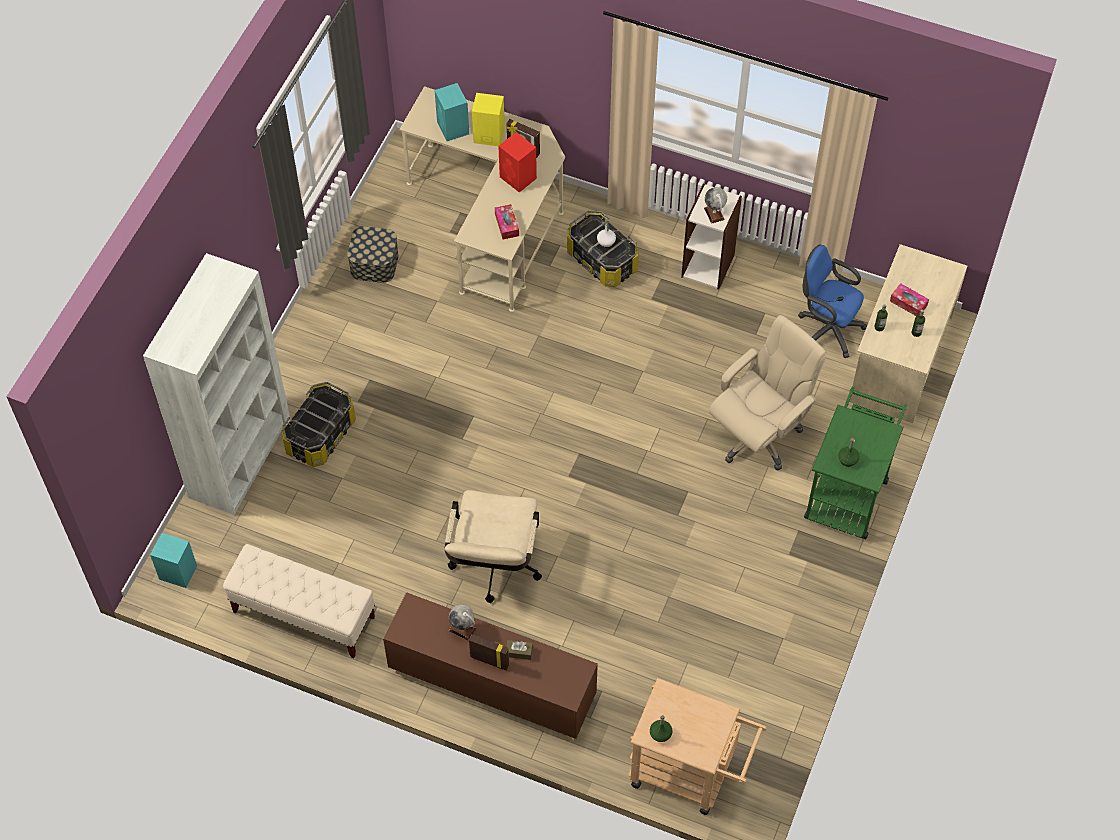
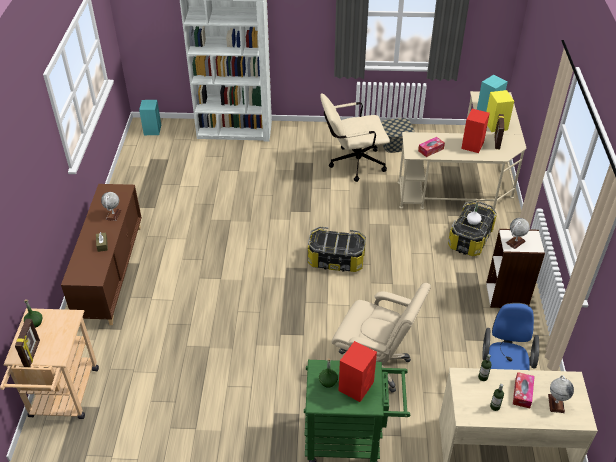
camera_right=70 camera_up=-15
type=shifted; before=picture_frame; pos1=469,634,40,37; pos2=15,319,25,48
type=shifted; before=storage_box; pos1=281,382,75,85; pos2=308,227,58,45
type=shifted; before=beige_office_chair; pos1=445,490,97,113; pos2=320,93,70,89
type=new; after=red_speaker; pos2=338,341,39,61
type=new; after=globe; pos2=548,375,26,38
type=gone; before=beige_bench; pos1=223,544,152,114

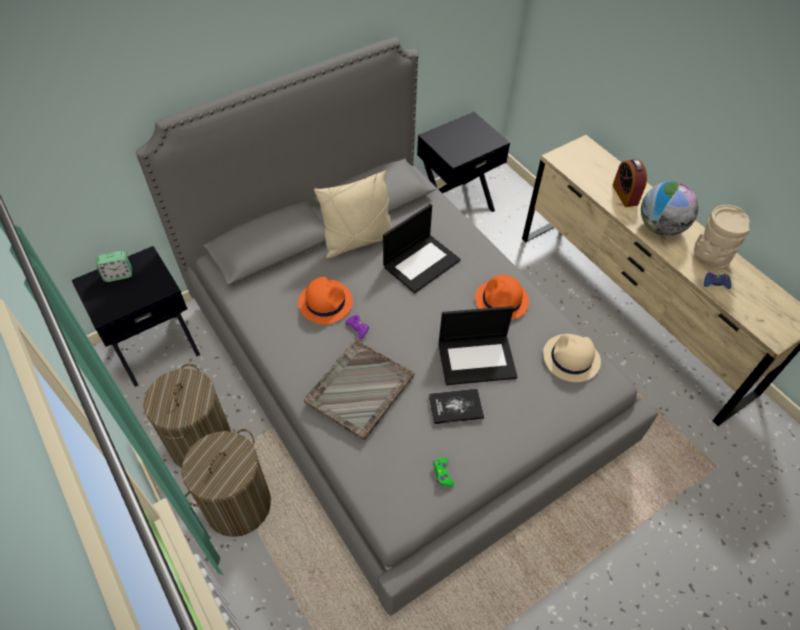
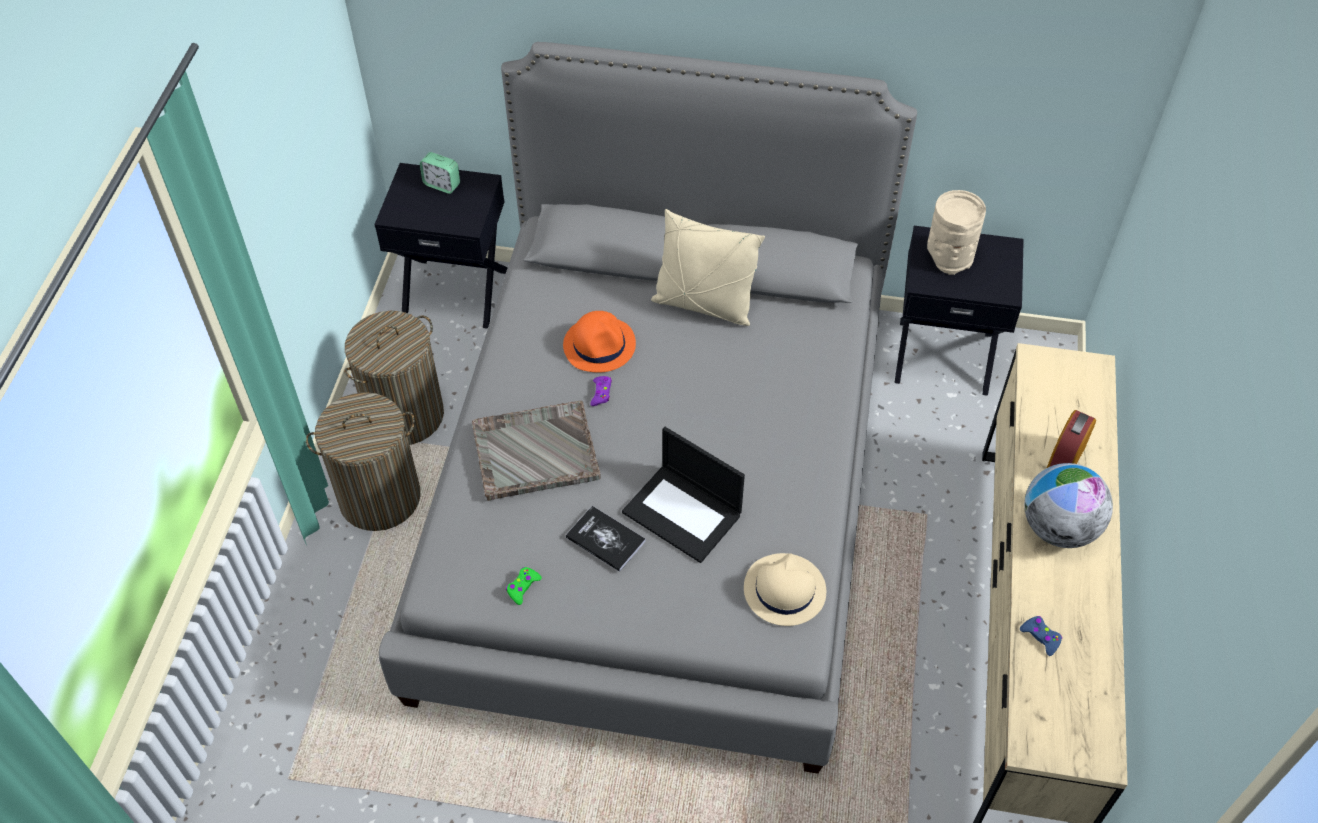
camera_right=45 camera_up=0
type=shifted; before=beige_vase; pos1=694,205,56,64; pos2=927,190,59,85
type=gone; before=laptop; pos1=383,204,78,89
type=gone; before=orange_hat; pos1=475,275,54,45

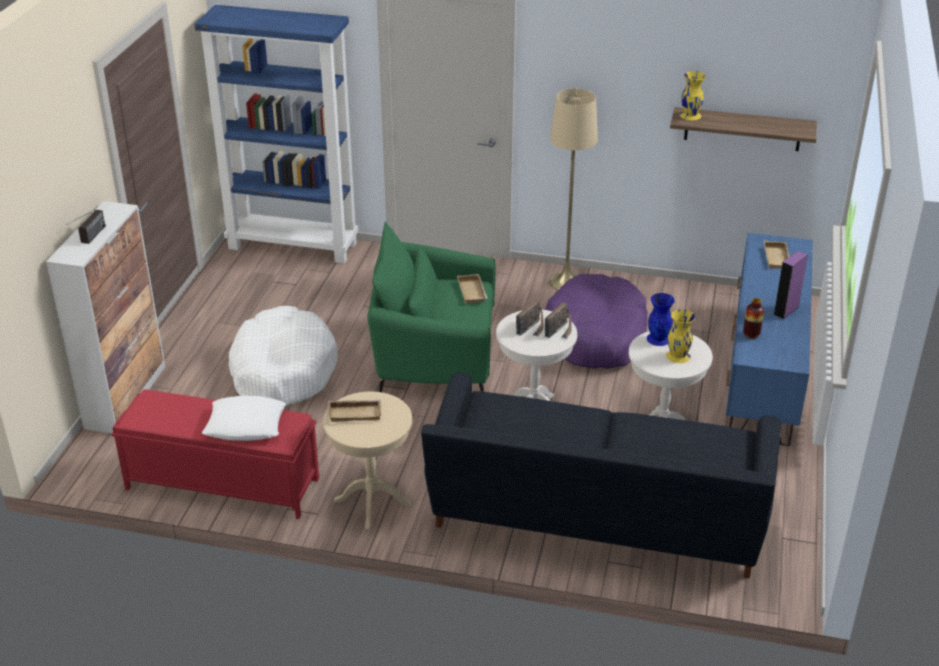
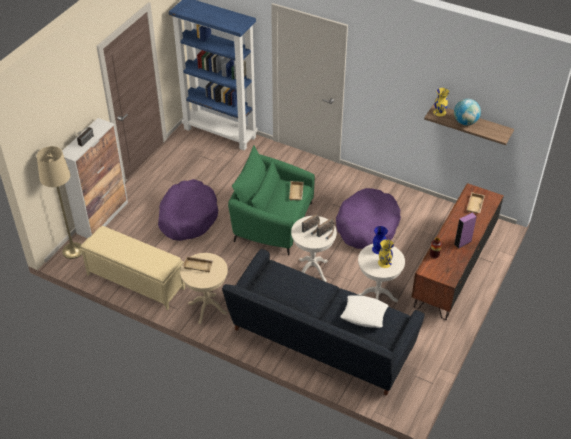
camera_right=15 camera_up=10
type=shifted; before=beige_floor_lamp; pos1=549,88,49,202; pos2=37,146,45,113
type=repainted; before=red_bench; after=beige_bench; pos1=111,390,208,129; pos2=80,226,106,84
type=repainted; before=white_dog_bed; after=purple_dog_bed; pos1=228,306,110,100; pos2=158,179,60,62
type=shifted; before=white_pillow; pos1=202,396,84,45; pos2=340,295,48,33
type=repainted; before=blue_tv_stand; after=brown_tv_stand; pos1=726,233,87,213; pos2=412,183,92,137
type=new; after=globe; pos2=454,99,27,26

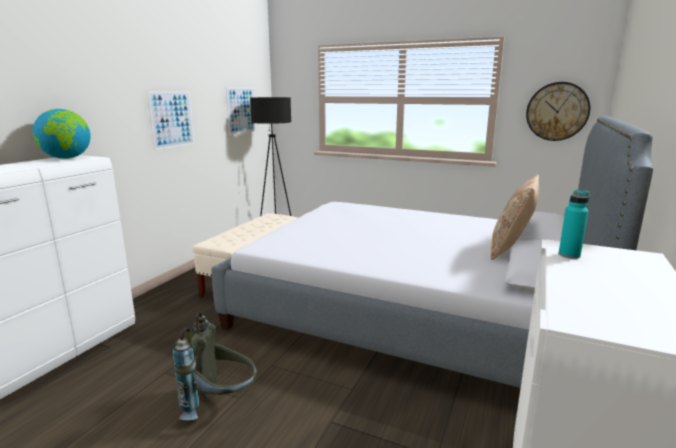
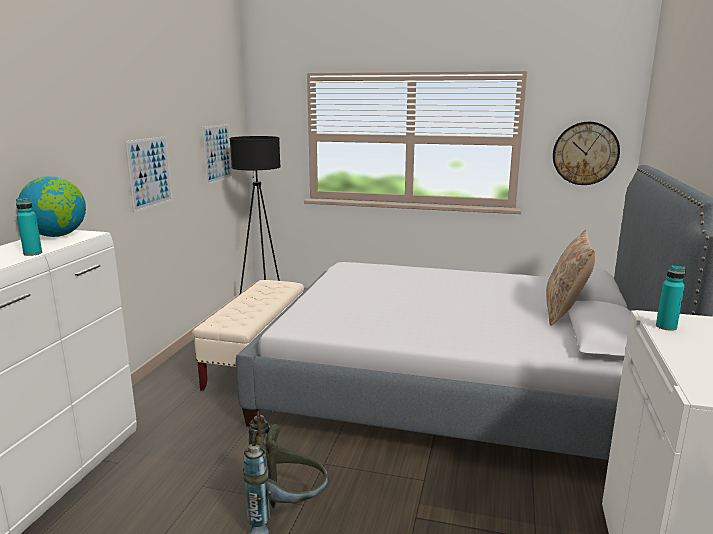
camera_right=-10 camera_up=0
type=new; after=turquoise_bottle; pos2=16,198,26,58

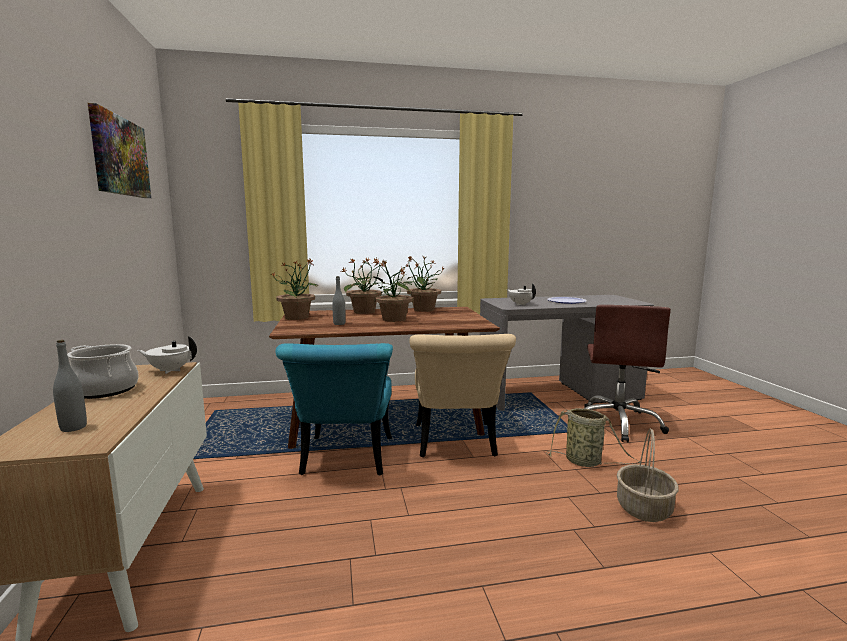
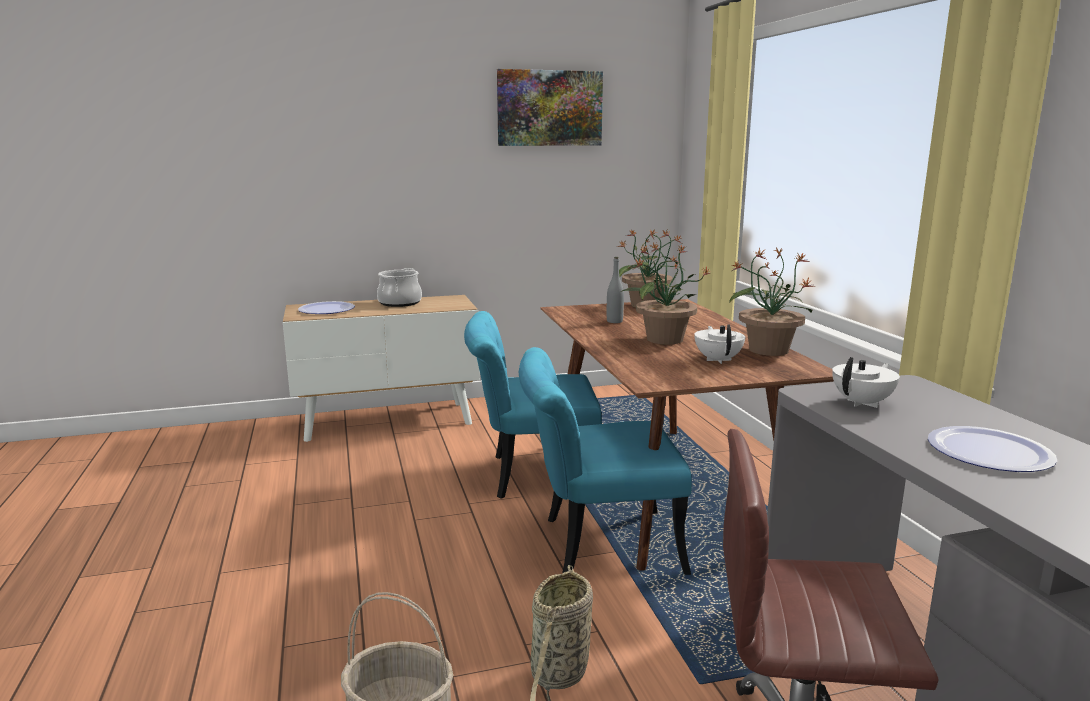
camera_right=85 camera_up=5
type=swapped; before=grey_bottle; after=plate; pos1=53,340,34,92; pos2=298,301,57,13
type=repainted; before=beige_chair; after=turquoise_chair; pos1=410,334,106,123; pos2=519,347,173,228
type=shifted; before=white_teapot; pos1=137,336,60,38; pos2=694,324,51,40
type=gone; before=potted_plant; pos1=340,257,50,57

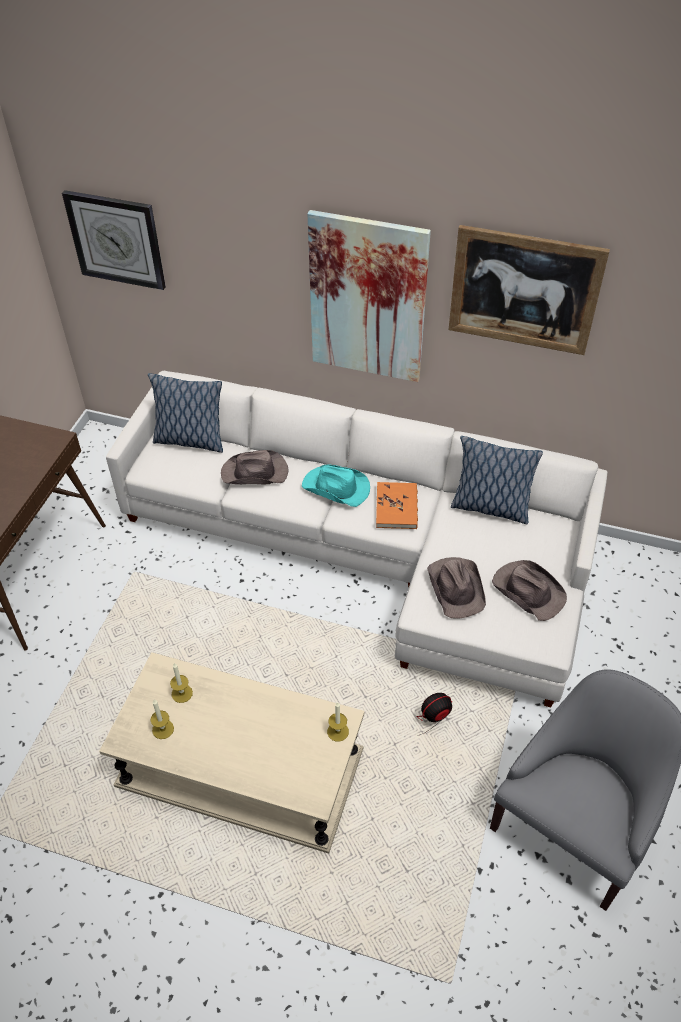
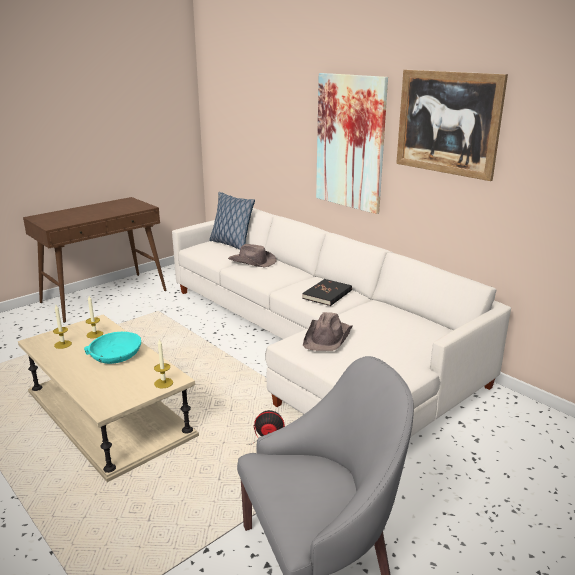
camera_right=30 camera_up=-25
type=new; after=turquoise_bowl; pos2=84,332,57,32
type=repainted; before=orange_book; after=black_book; pos1=376,482,42,47; pos2=302,279,50,27
type=gone; before=wall_clock; pos1=62,190,104,100
type=gone; before=turquoise_hat; pos1=302,465,68,42
type=gone; before=pillow; pos1=451,436,92,88
type=gone; before=brown_hat; pos1=492,560,75,61

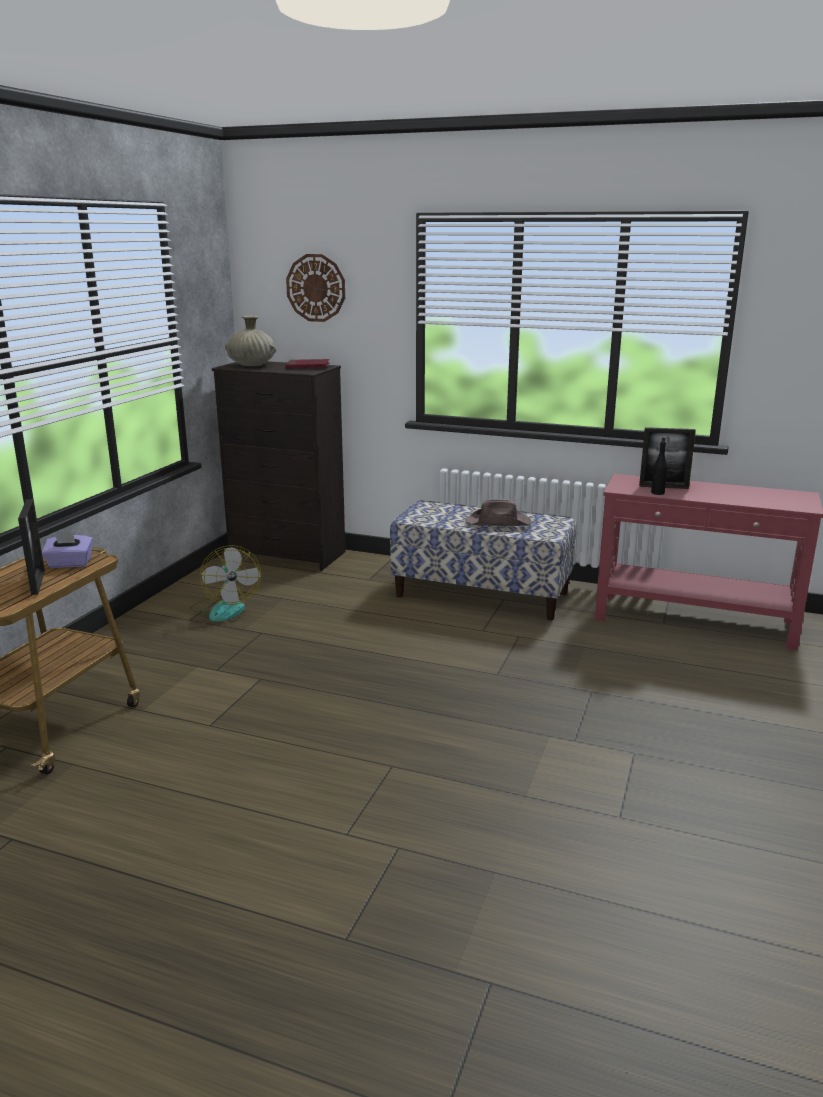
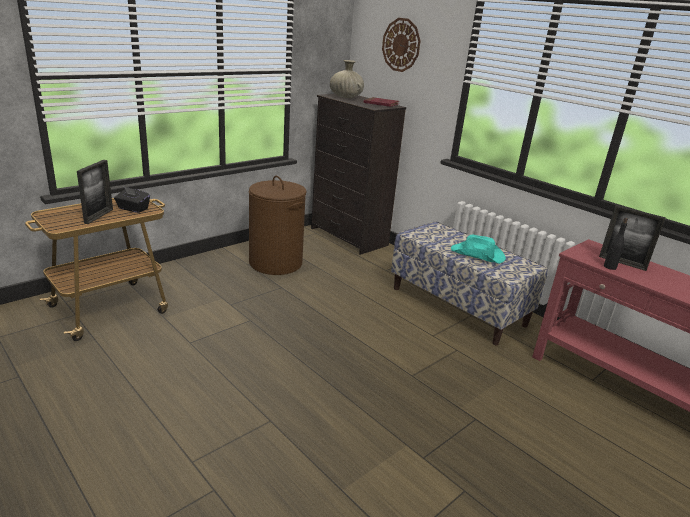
camera_right=25 camera_up=5
type=repainted; before=purple_tissue_box; after=black_tissue_box; pos1=42,533,51,35; pos2=114,187,36,26
type=swapped; before=fan; after=brown_laundry_basket; pos1=190,545,71,77; pos2=249,176,57,99
type=repainted; before=brown_hat; after=turquoise_hat; pos1=465,499,66,27; pos2=451,235,55,29

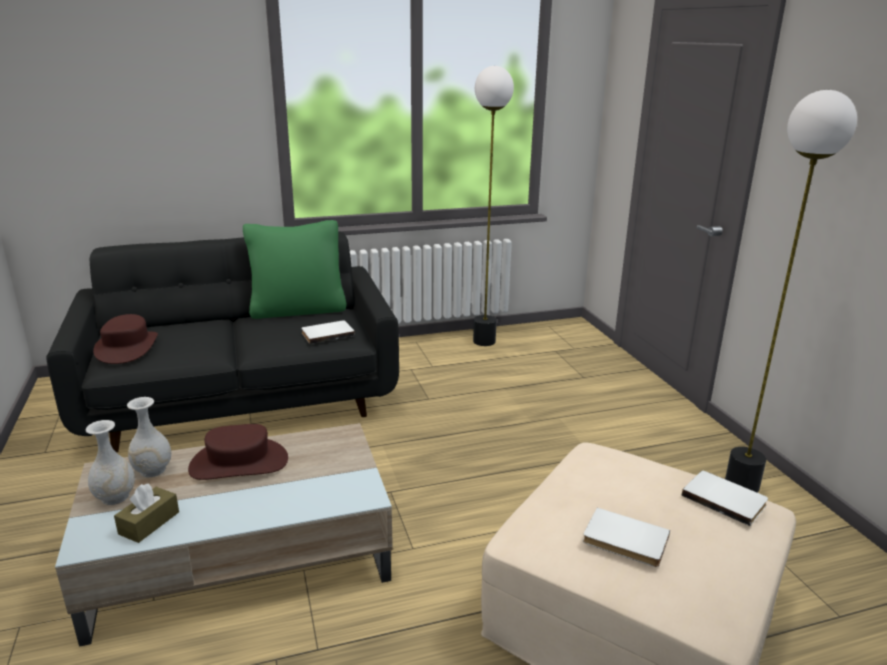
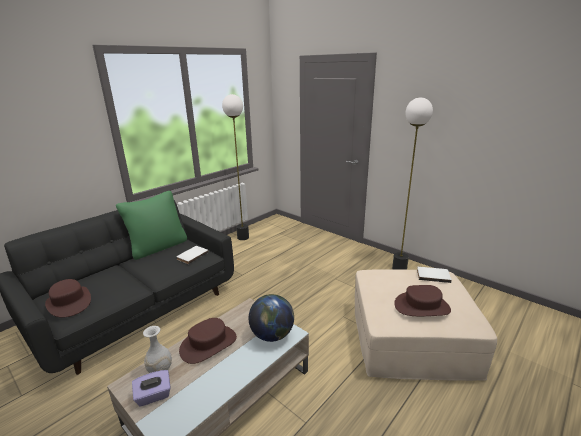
camera_right=-30 camera_up=0
type=swapped; before=white_vase; after=purple_tissue_box; pos1=85,420,50,85; pos2=132,370,39,37
type=new; after=globe; pos2=249,294,45,48
type=swapped; before=white_book; after=brown_hat; pos1=583,508,87,59; pos2=394,285,57,31
type=gone; before=brown_tissue_box; pos1=114,484,65,59

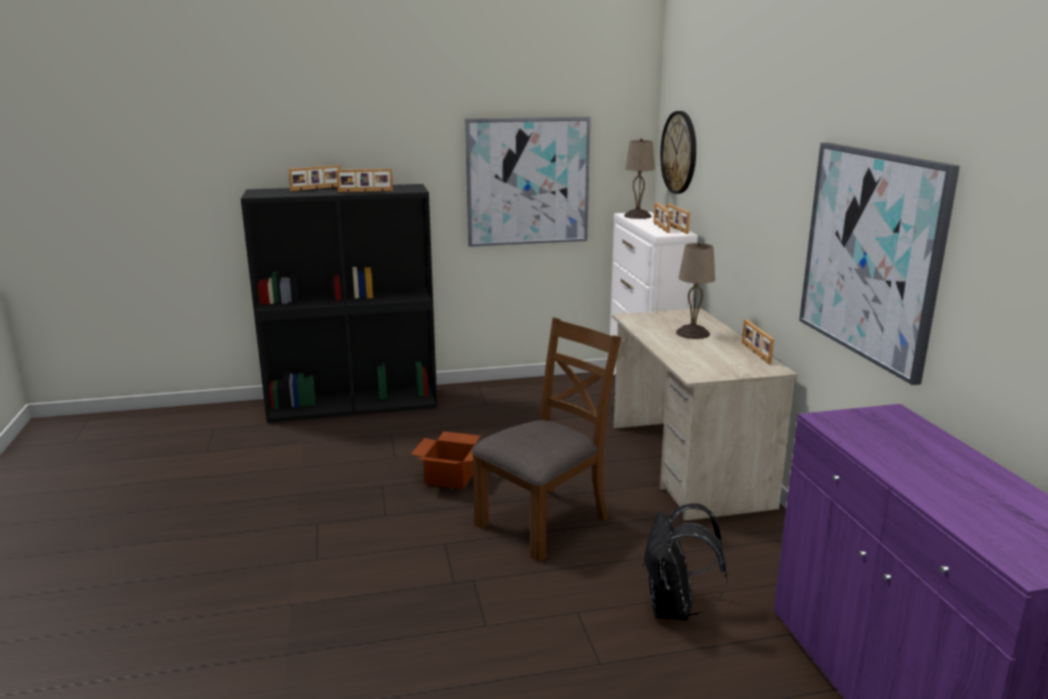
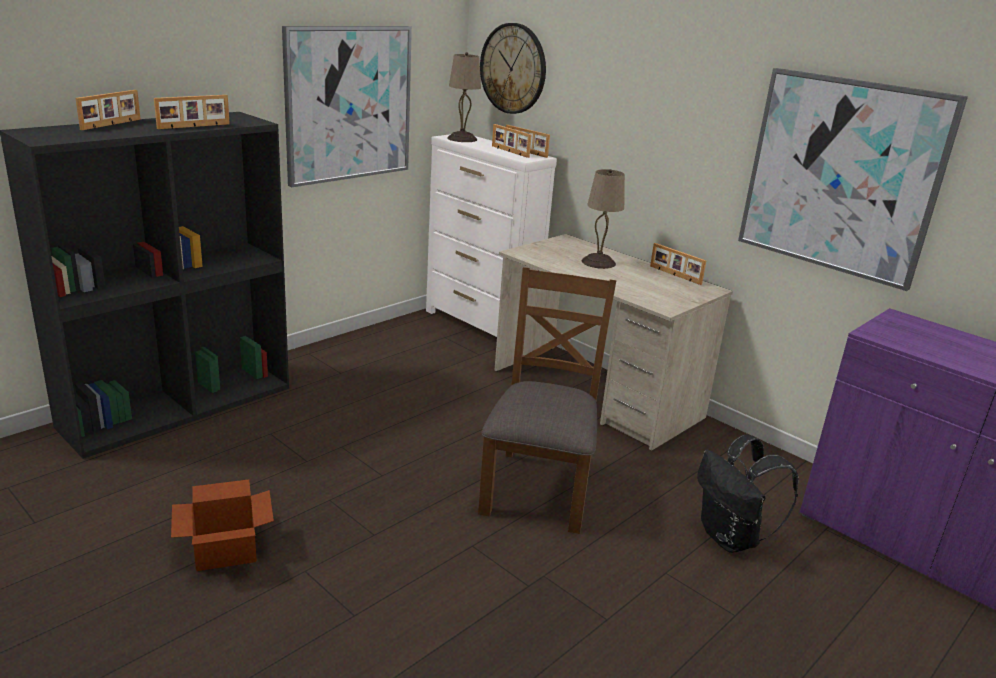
camera_right=-35 camera_up=5
type=shifted; before=cardboard_box; pos1=411,431,69,58; pos2=171,479,103,92

